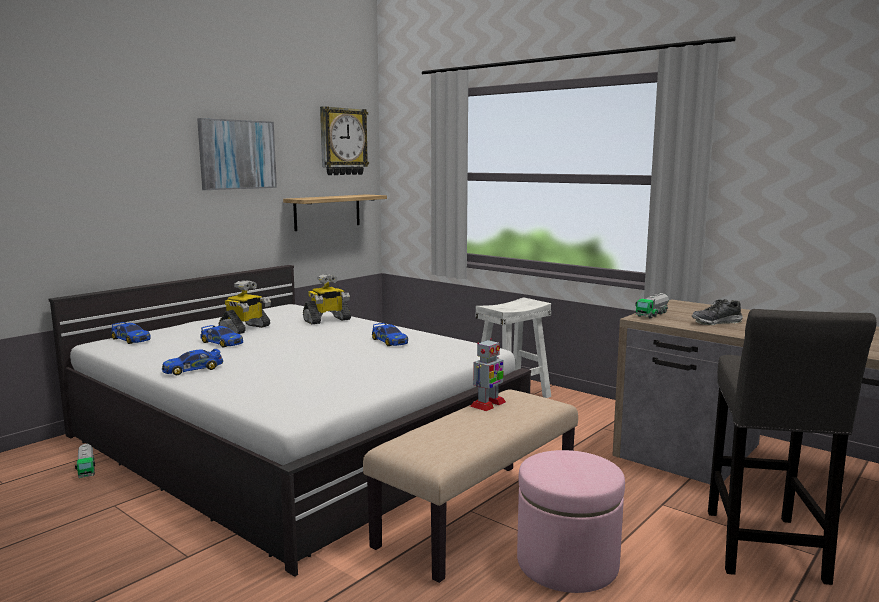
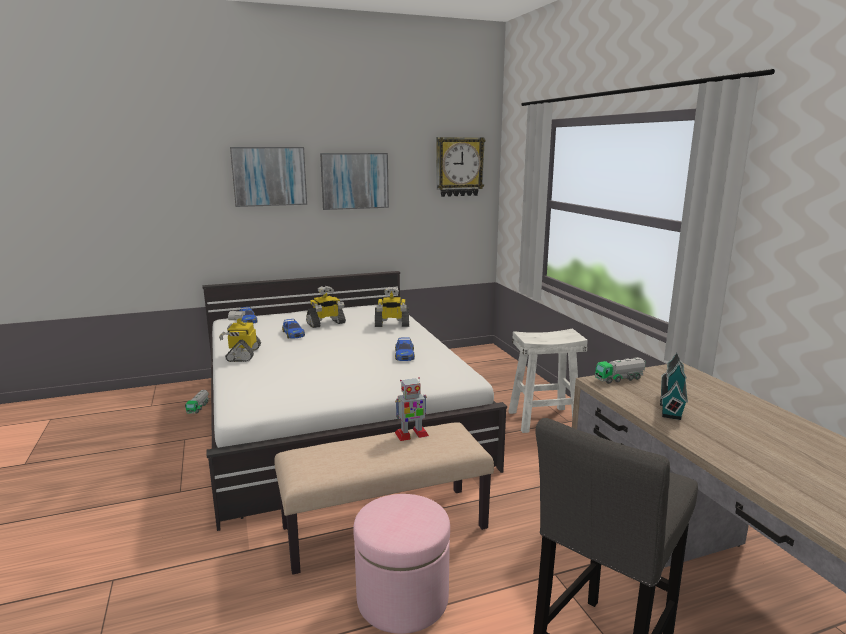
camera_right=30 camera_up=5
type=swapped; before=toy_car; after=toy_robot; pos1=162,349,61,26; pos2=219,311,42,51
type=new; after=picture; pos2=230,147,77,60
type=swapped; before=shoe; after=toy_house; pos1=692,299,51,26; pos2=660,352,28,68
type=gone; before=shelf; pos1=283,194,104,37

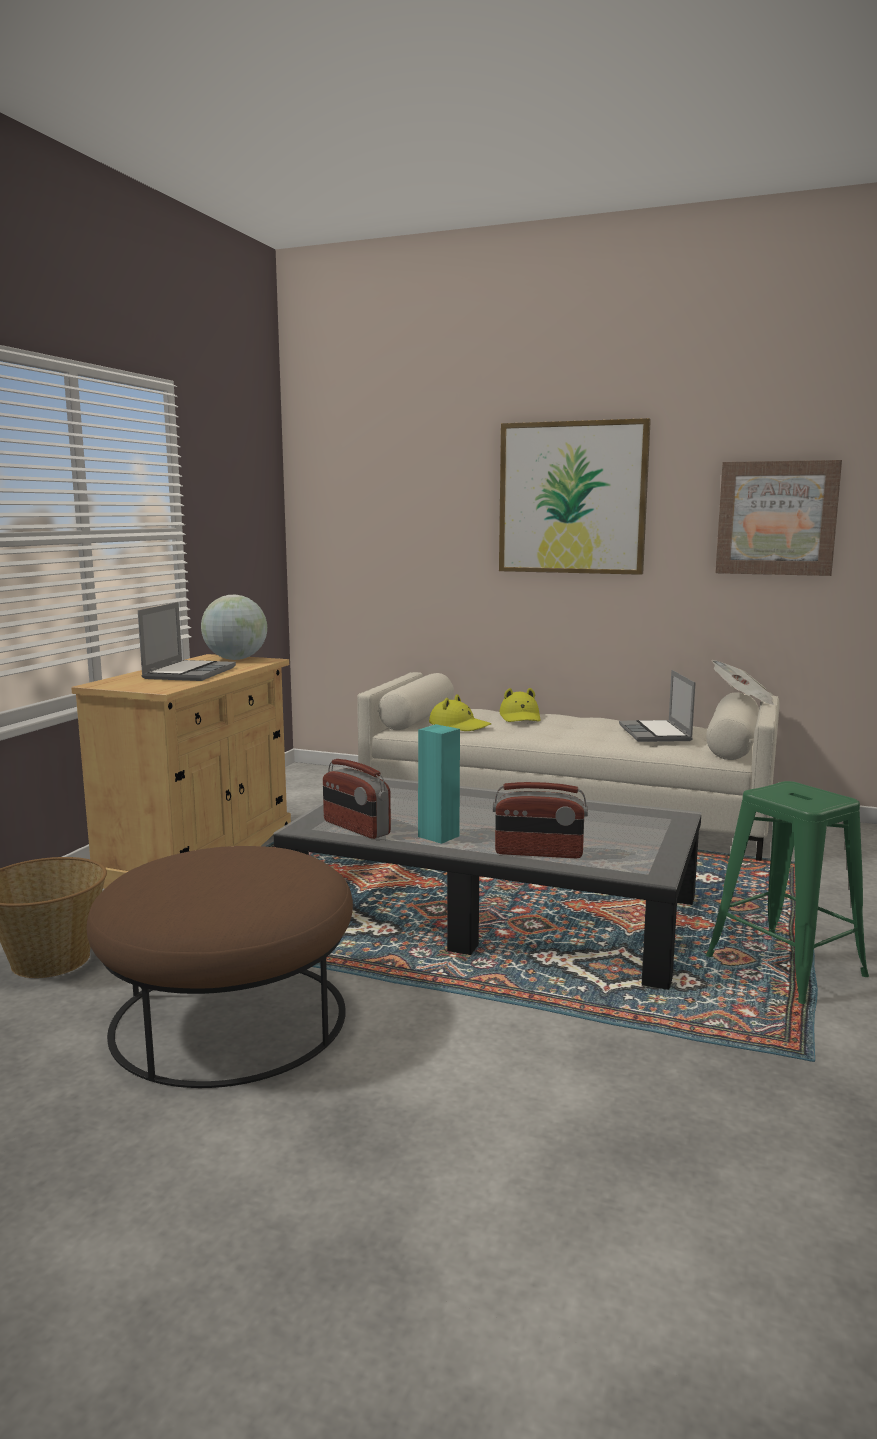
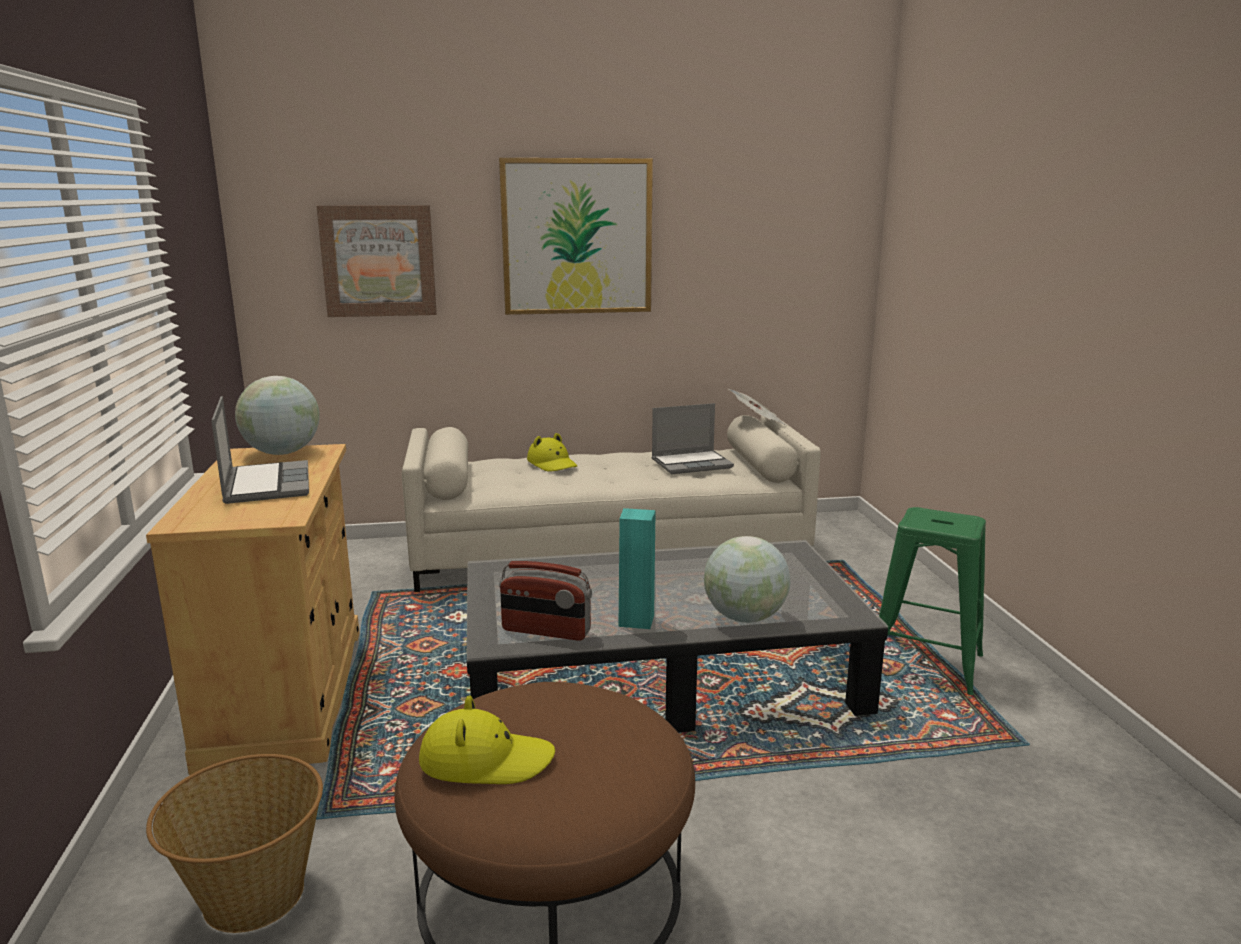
camera_right=-30 camera_up=5
type=shifted; before=picture; pos1=715,460,127,116; pos2=317,205,120,112
type=shifted; before=yellow_hat; pos1=429,694,62,37; pos2=419,695,136,89
type=rotated; before=laptop; pos1=619,670,76,72; pos2=652,403,82,71; turn=-75
type=swapped; before=radio; after=globe; pos1=493,782,95,76; pos2=704,536,86,87

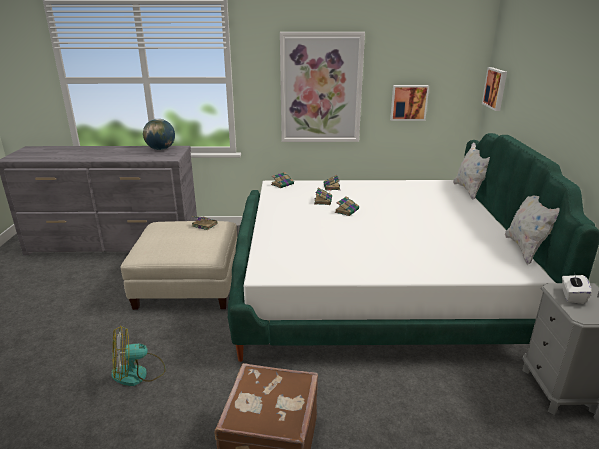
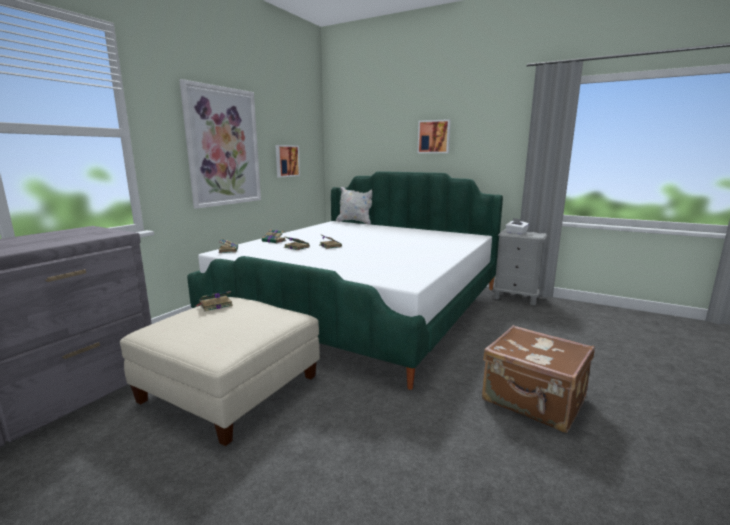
camera_right=-60 camera_up=-10
type=shifted; before=picture; pos1=482,67,25,44; pos2=418,119,33,34
type=gone; before=fan; pos1=111,326,55,60
type=gone; before=globe; pos1=143,119,32,31
type=gone; before=white_pillow; pos1=505,195,54,70

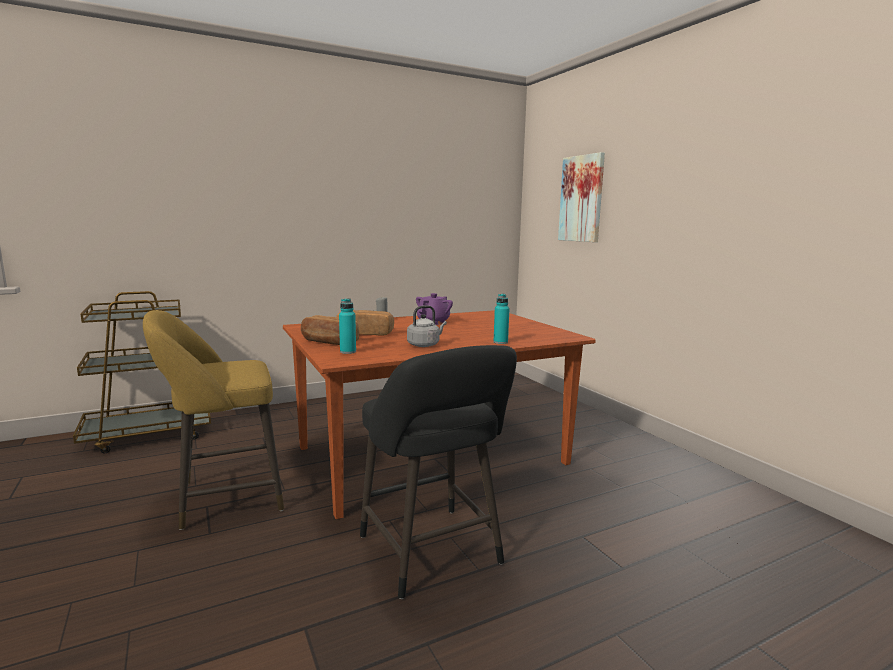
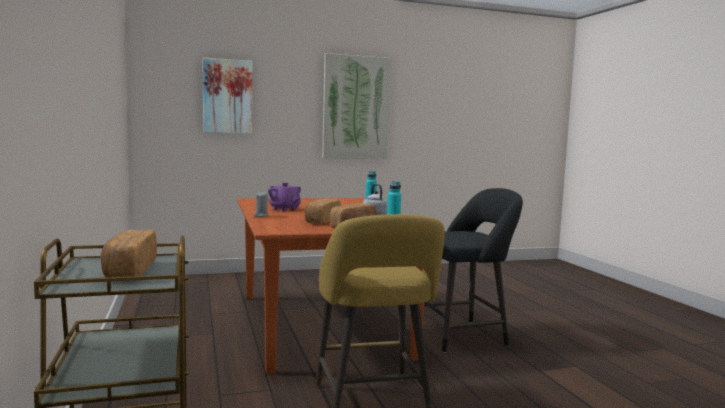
camera_right=-80 camera_up=-5
type=new; after=bread; pos2=100,230,57,48
type=new; after=picture; pos2=322,53,69,106

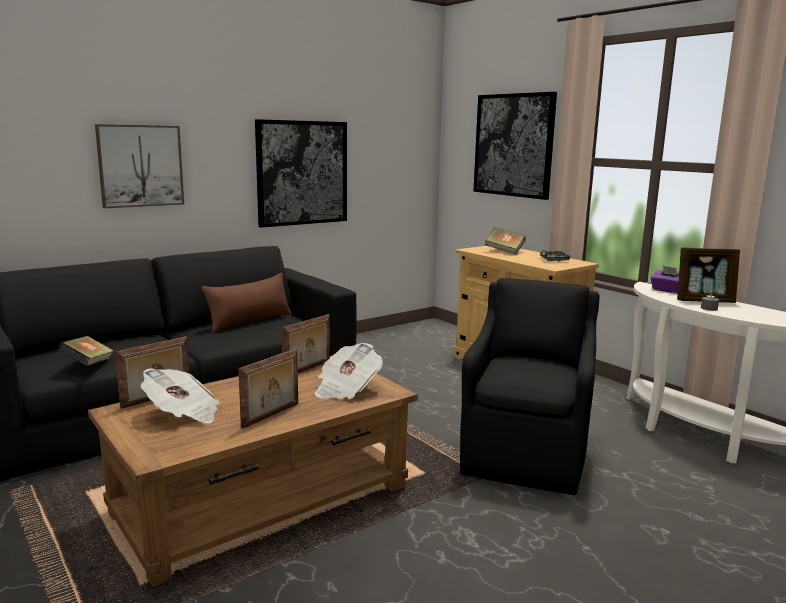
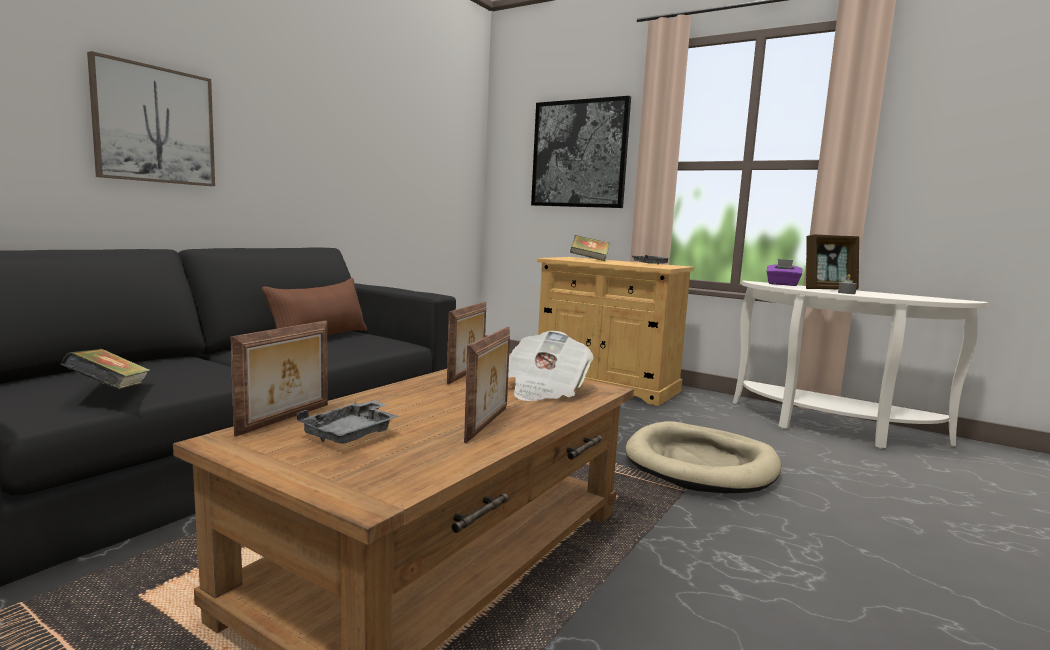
camera_right=-20 camera_up=-5
type=swapped; before=newspaper; after=grey_tray; pos1=140,368,80,56; pos2=297,400,102,44
type=swapped; before=black_armchair; after=beige_dog_bed; pos1=460,278,140,217; pos2=625,421,156,72
type=gone; before=picture; pos1=255,119,92,109

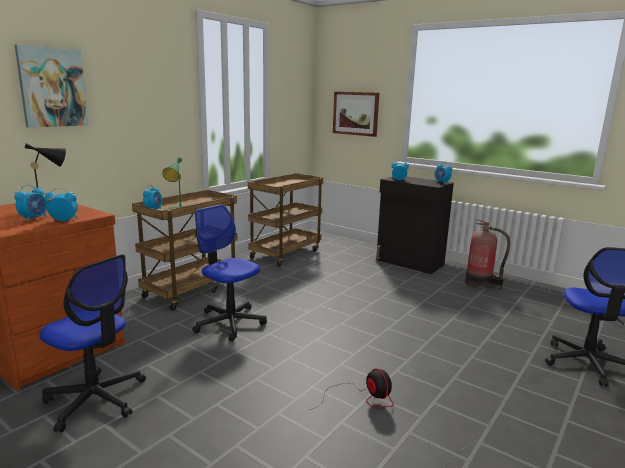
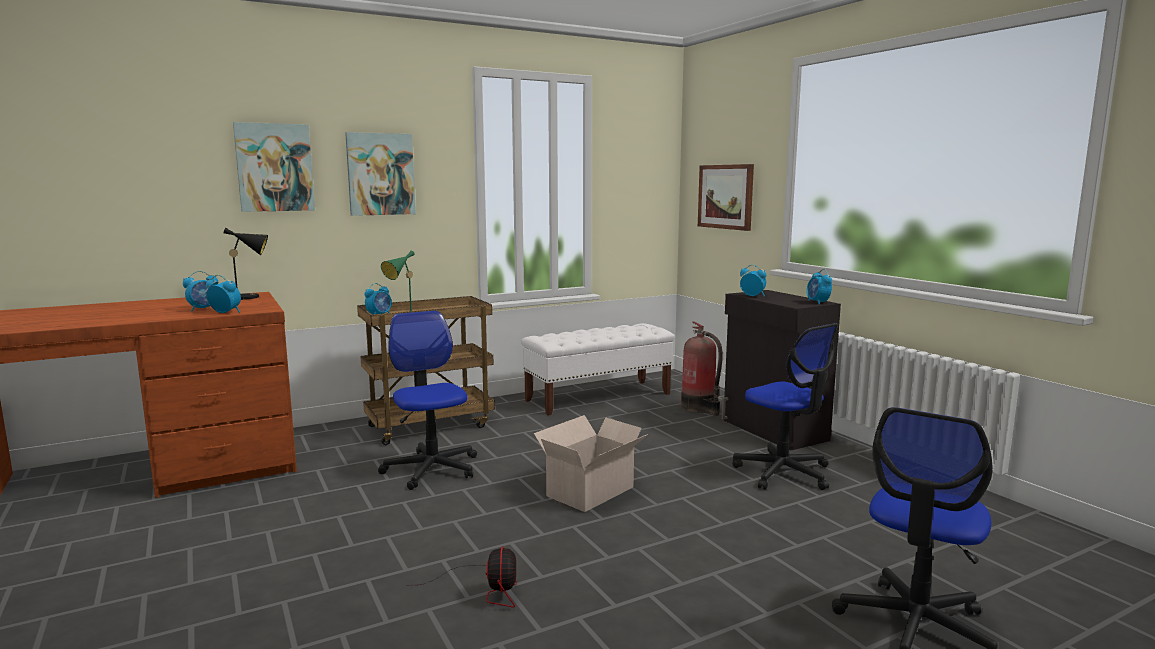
camera_right=25 camera_up=-5
type=new; after=picture; pos2=345,132,71,84
type=swapped; before=brown_cart; after=white_bench; pos1=248,173,75,94; pos2=521,323,154,92
type=new; after=cardboard_box; pos2=534,415,114,97
type=shifted; before=fire_extinguisher; pos1=465,219,46,70; pos2=681,321,42,95
type=shifted; before=office_chair; pos1=39,254,107,178; pos2=732,323,106,167

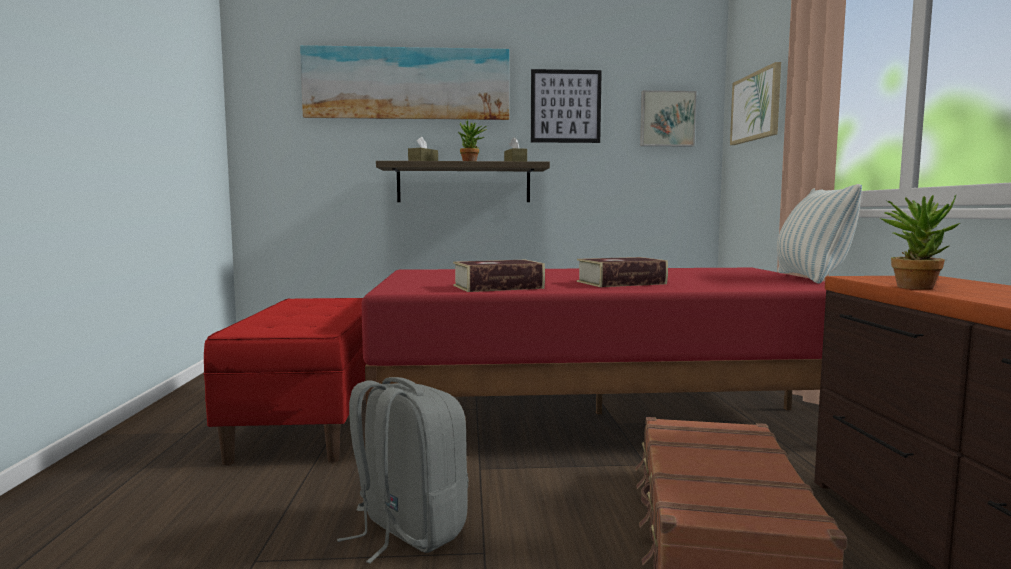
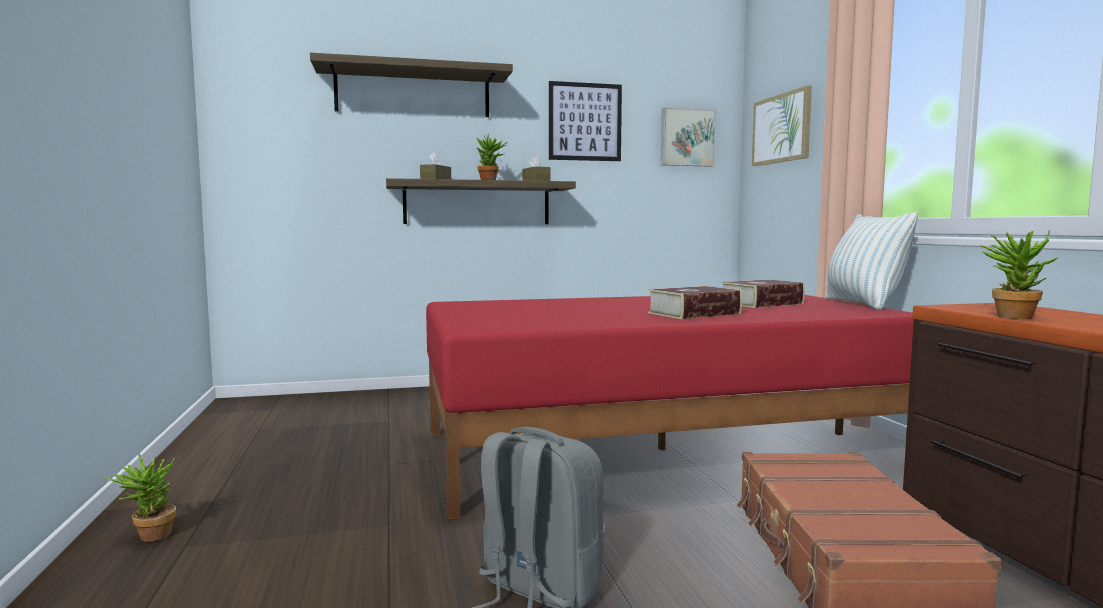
camera_right=-10 camera_up=0
type=new; after=potted_plant; pos2=104,453,73,89
type=swapped; before=picture; after=shelf; pos1=300,45,209,75; pos2=310,52,203,65
type=shifted; before=book; pos1=453,260,92,32; pos2=721,279,84,29
type=gone; before=red_bench; pos1=204,298,162,167

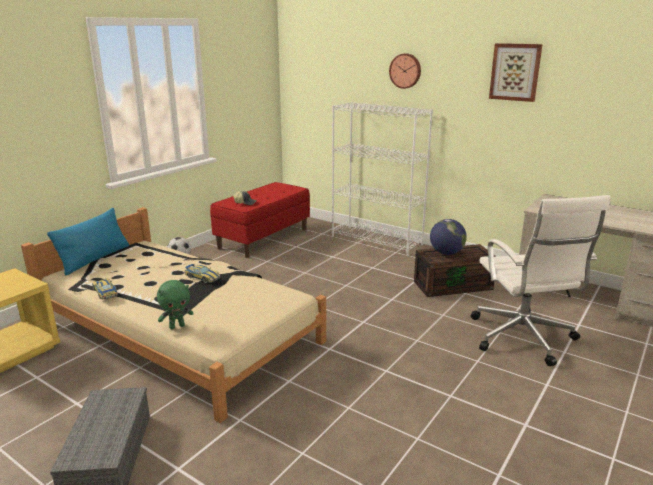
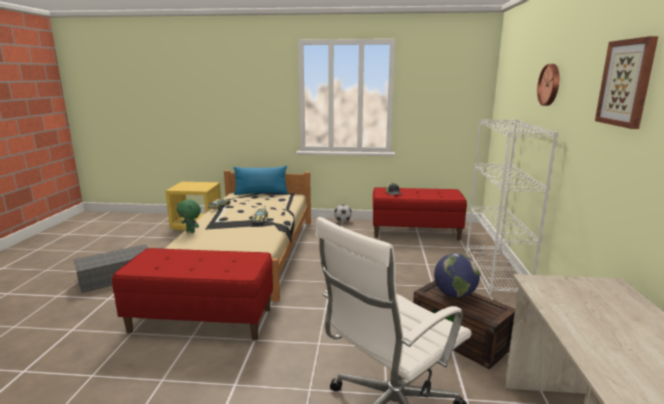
camera_right=60 camera_up=-5
type=new; after=red_bench; pos2=112,248,161,92

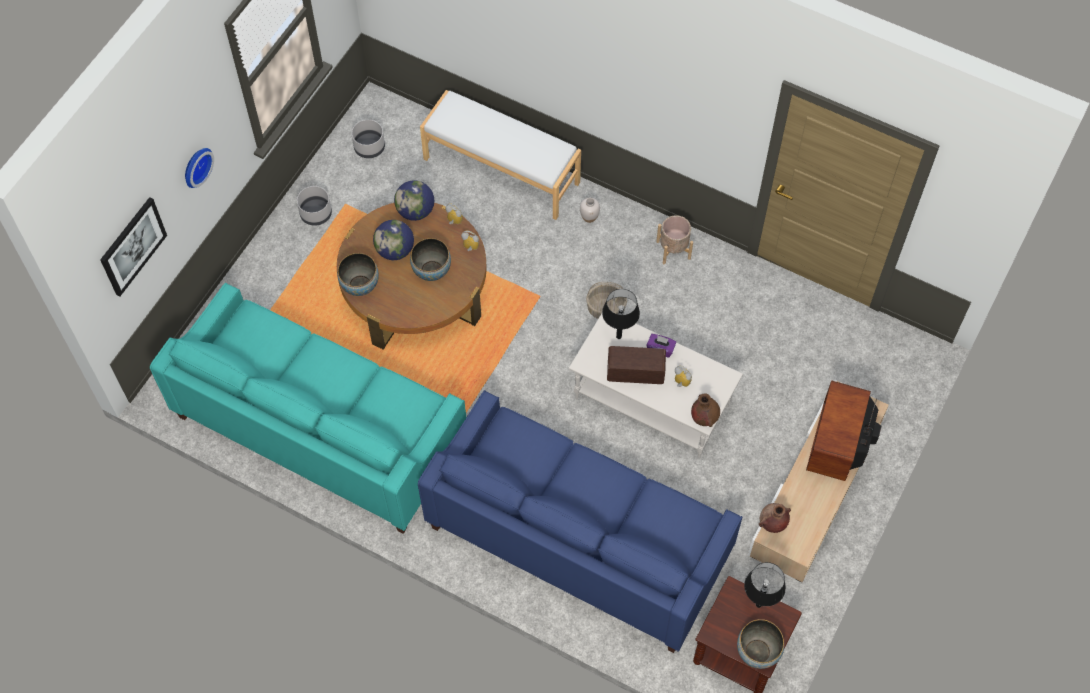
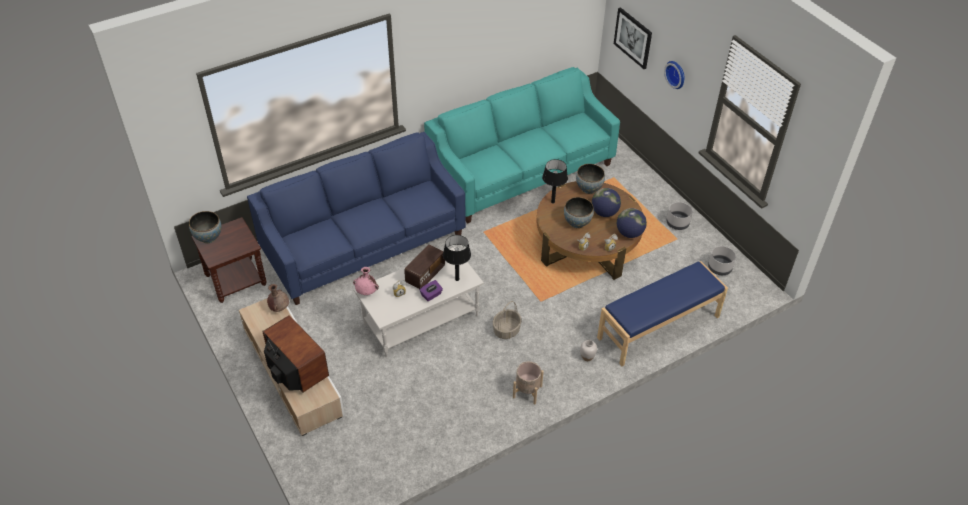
camera_right=120 camera_up=-15
type=repainted; before=brown_vase; after=pink_vase; pos1=691,393,29,34; pos2=353,267,26,28
type=shifted; before=black_table_lamp; pos1=744,562,42,46; pos2=542,159,26,44
type=repainted; before=white_bench; after=blue_bench; pos1=420,90,161,130; pos2=597,261,131,105

